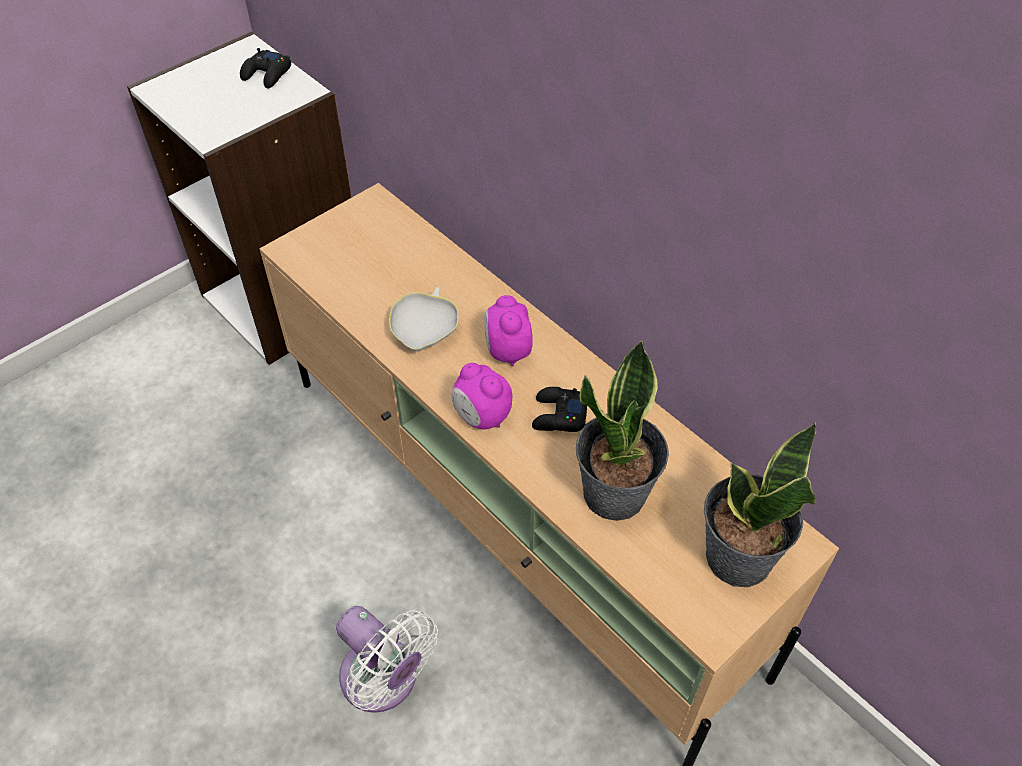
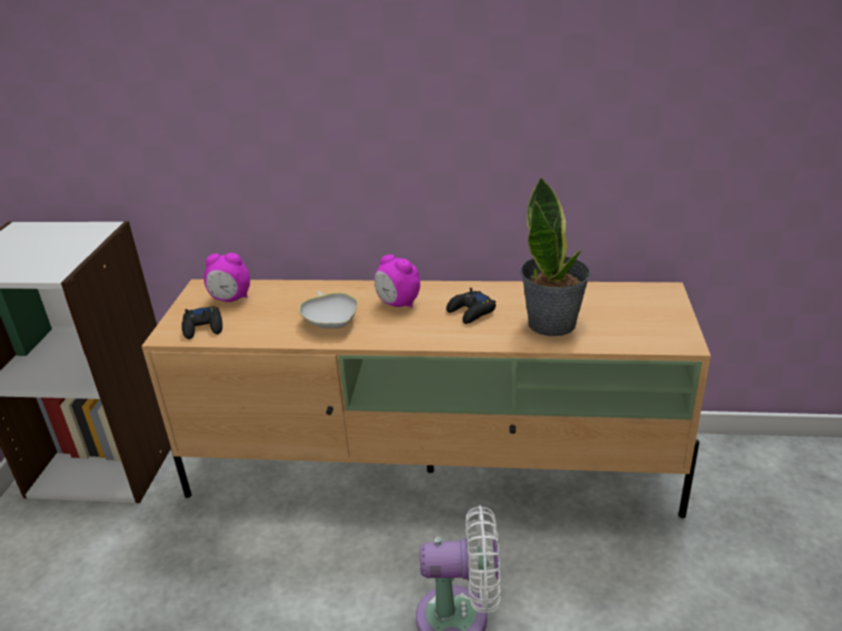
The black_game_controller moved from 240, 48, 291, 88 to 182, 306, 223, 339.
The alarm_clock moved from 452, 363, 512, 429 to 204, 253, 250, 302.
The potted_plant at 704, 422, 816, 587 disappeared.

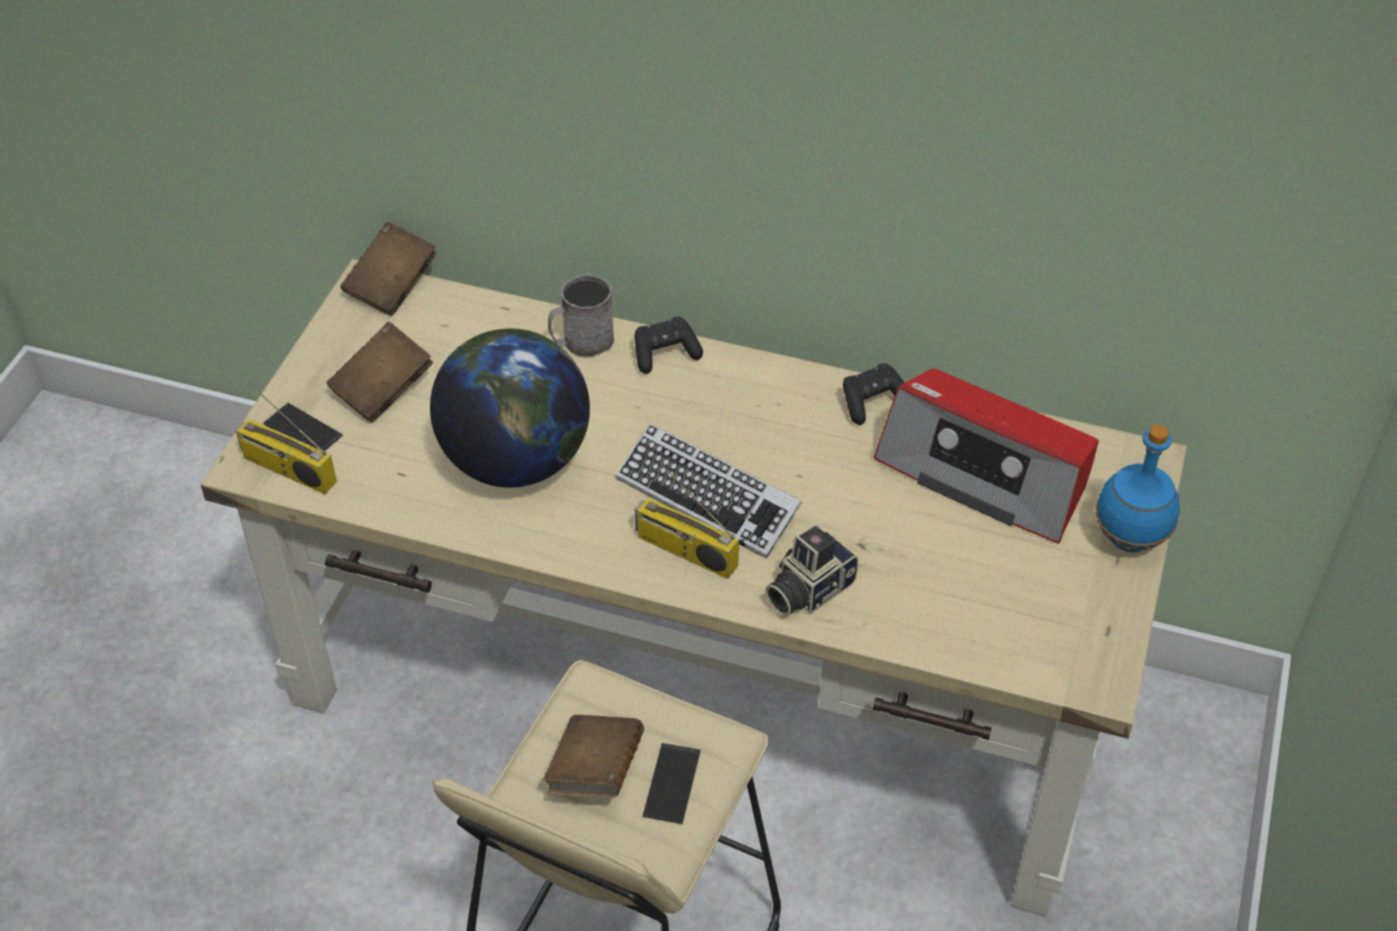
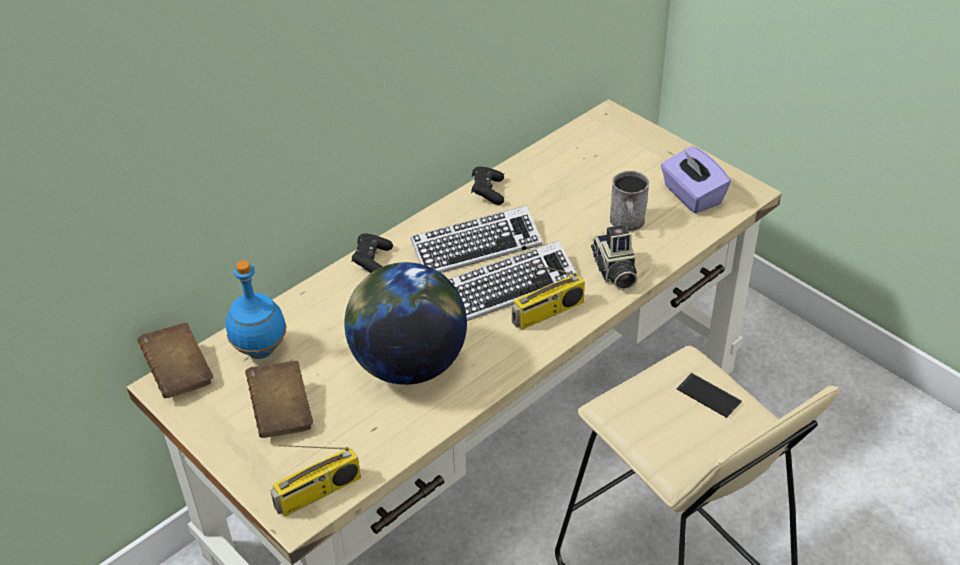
The grey_mug moved from 548, 273, 614, 358 to 610, 171, 649, 232.
The radio at 874, 368, 1099, 543 disappeared.
The phone at 263, 403, 343, 451 disappeared.
The blue_bottle moved from 1095, 425, 1180, 553 to 226, 260, 287, 359.
The brown_book at 543, 715, 644, 797 disappeared.
The purple_tissue_box at 661, 146, 731, 213 appeared.
The keyboard at 411, 206, 542, 273 appeared.

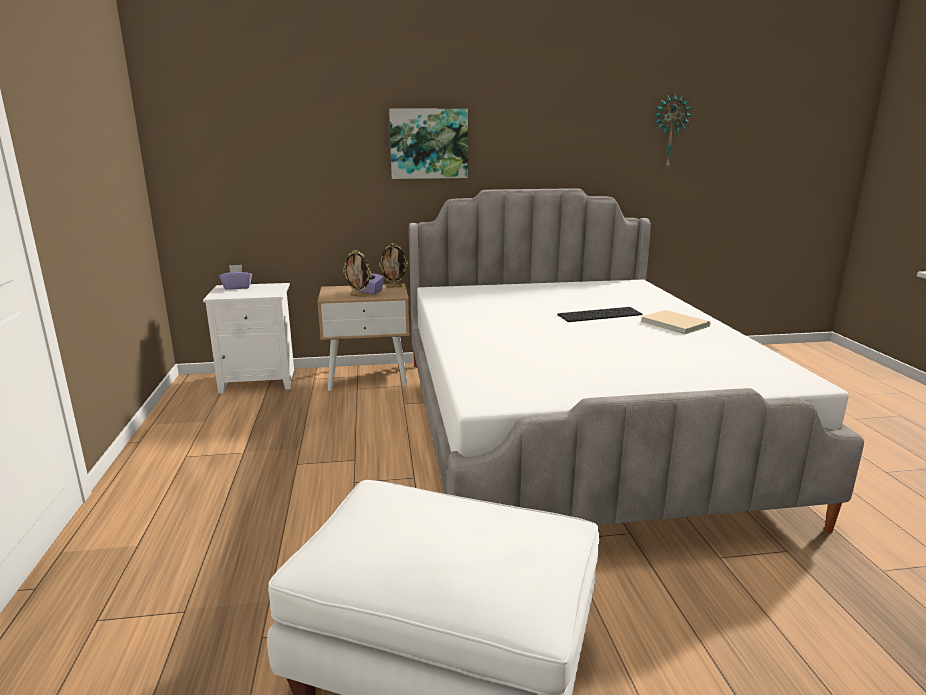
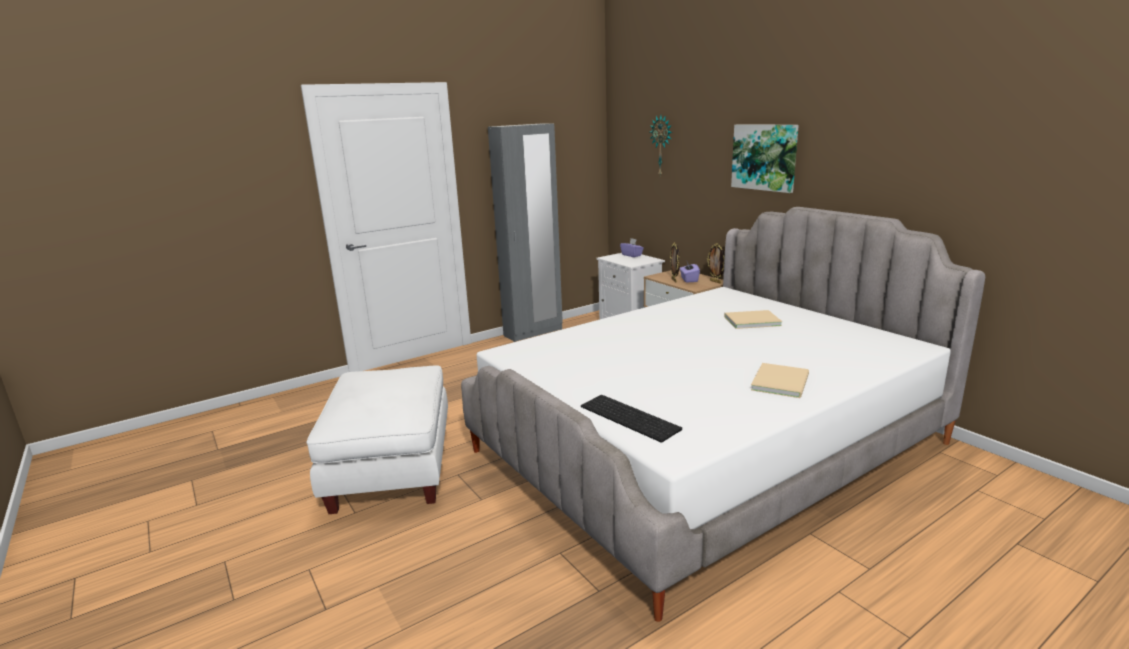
The wall_clock moved from 655, 93, 691, 170 to 650, 115, 672, 175.
The keyboard moved from 557, 307, 643, 322 to 581, 395, 682, 442.
The grey_wardrobe at 488, 124, 563, 342 appeared.
The beige_book at 724, 310, 782, 329 appeared.

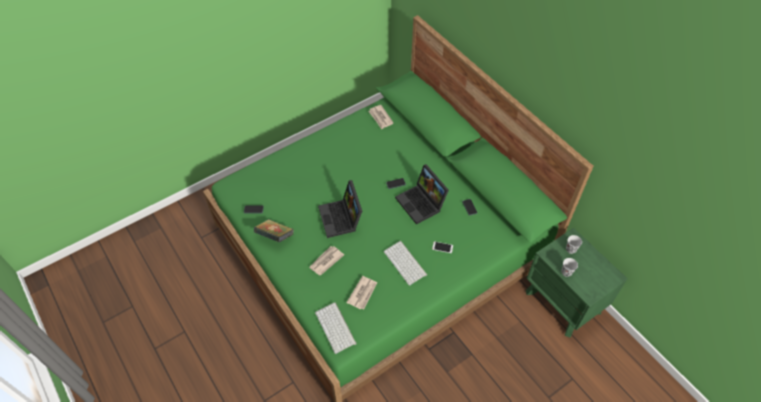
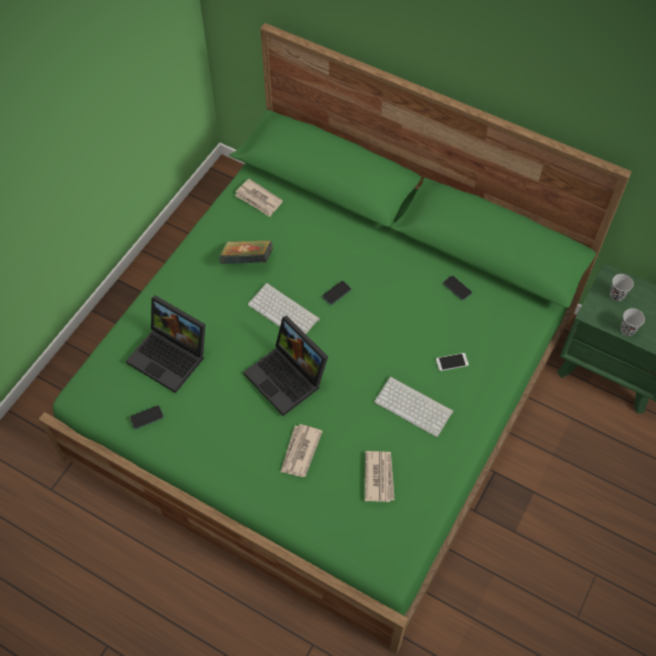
The laptop moved from 395, 164, 449, 225 to 126, 295, 205, 393.
The book moved from 254, 219, 294, 242 to 219, 240, 273, 264.
The keyboard moved from 315, 303, 357, 354 to 248, 283, 320, 334.

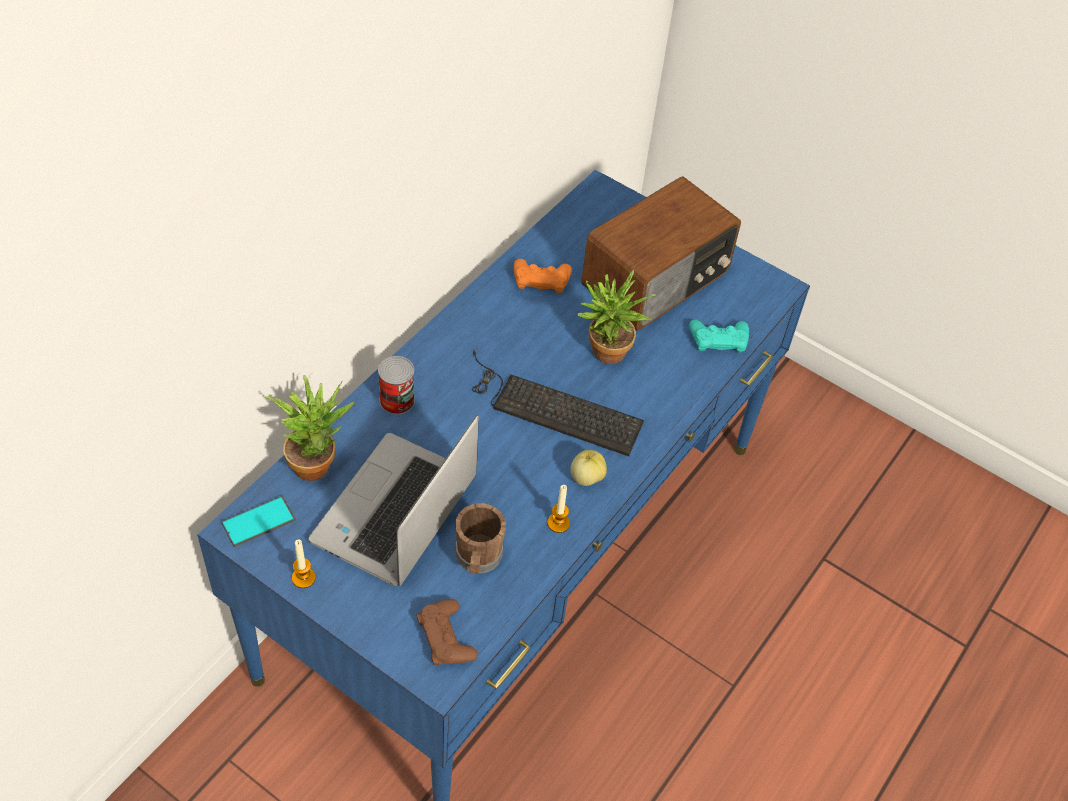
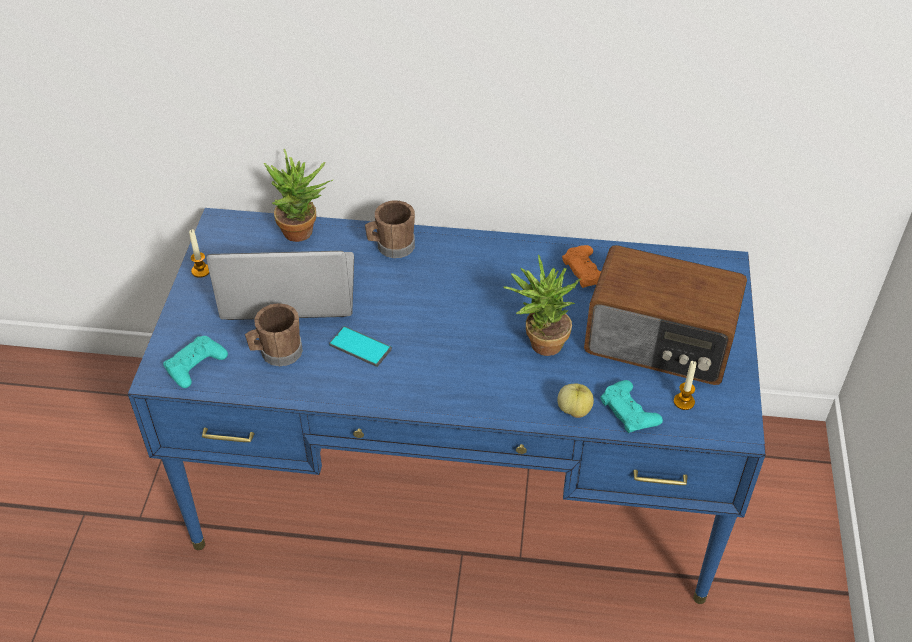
The keyboard at 472, 350, 644, 456 disappeared.
The can at 378, 356, 415, 414 was replaced by the brown_mug at 365, 200, 415, 258.
The apple moved from 570, 450, 607, 486 to 557, 384, 594, 418.
The candle moved from 547, 485, 570, 533 to 674, 361, 697, 410.
The phone moved from 222, 496, 296, 547 to 329, 326, 392, 367.
The brown_game_controller at 416, 599, 478, 665 became the turquoise_game_controller at 163, 336, 228, 388.

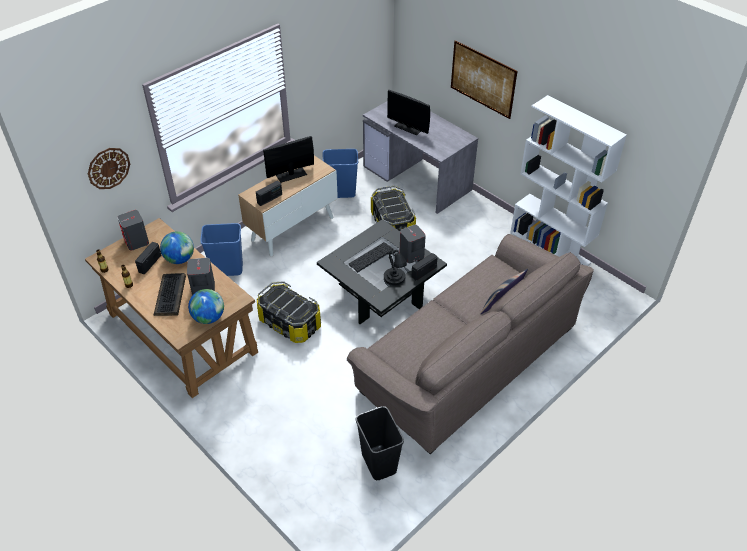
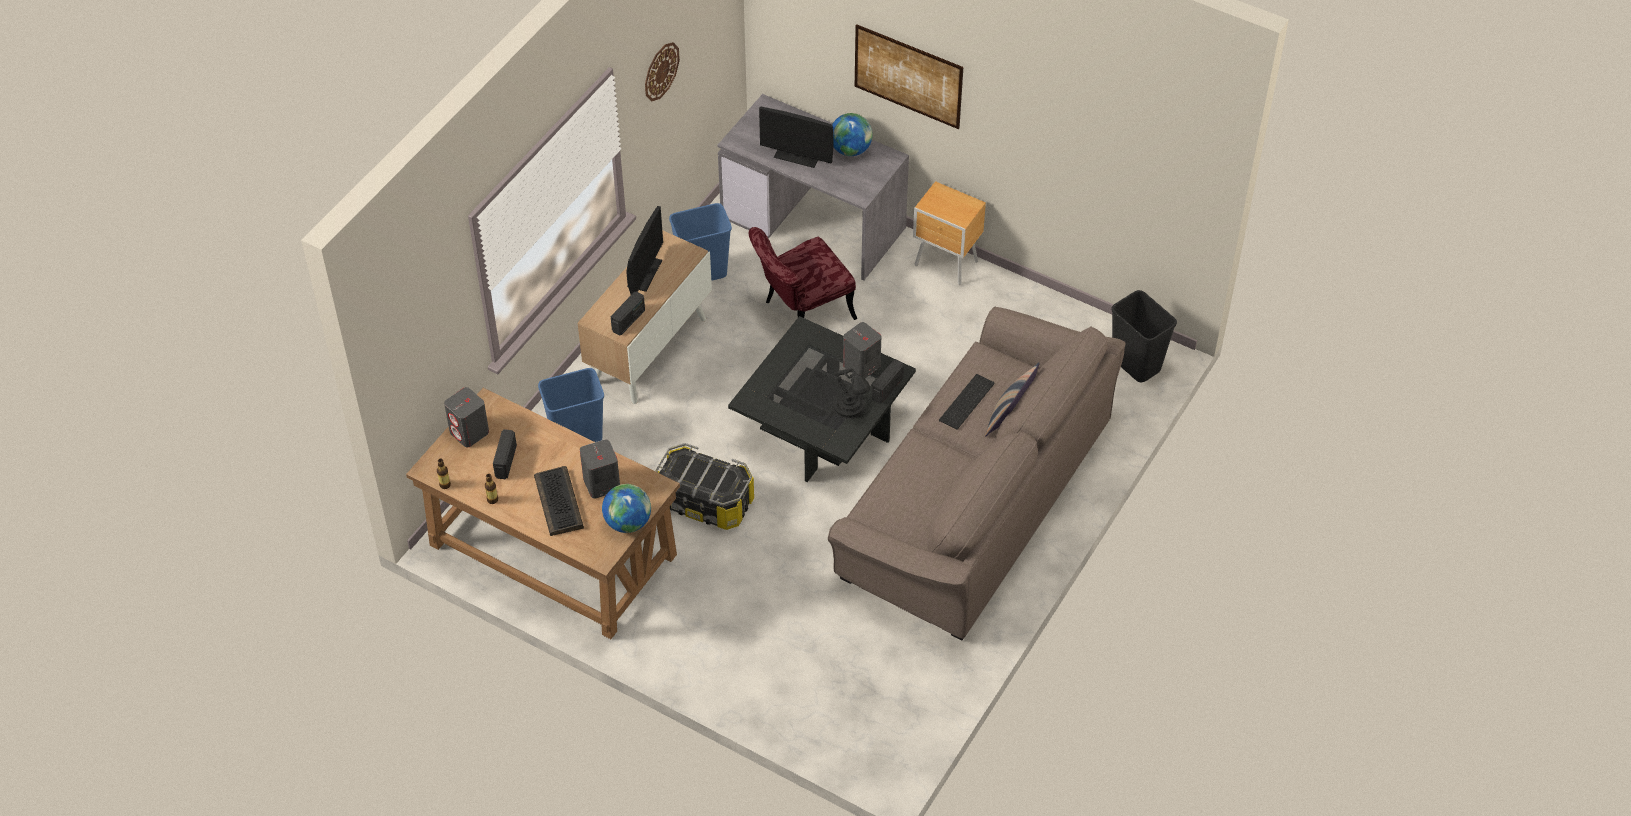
The white_bookcase at 510, 95, 627, 266 disappeared.
The monitor at 263, 136, 314, 183 turned 150 degrees clockwise.
The wall_clock moved from 88, 148, 130, 189 to 645, 42, 680, 101.
The storage_box at 371, 186, 416, 231 was replaced by the red_chair at 749, 227, 857, 320.
The globe moved from 160, 231, 194, 264 to 832, 113, 873, 156.
The keyboard moved from 348, 242, 393, 272 to 939, 374, 995, 430.
The black_trash_can moved from 356, 406, 404, 480 to 1111, 290, 1177, 382.
The brown_nightstand at 913, 181, 986, 285 appeared.

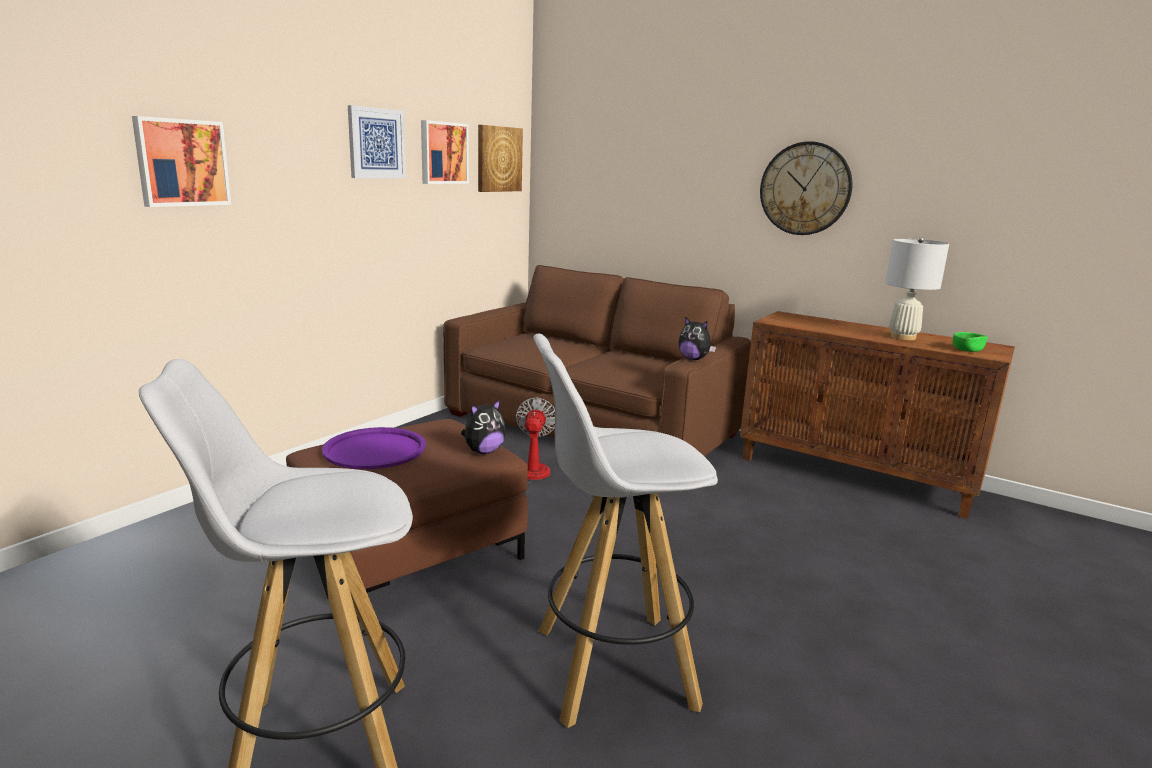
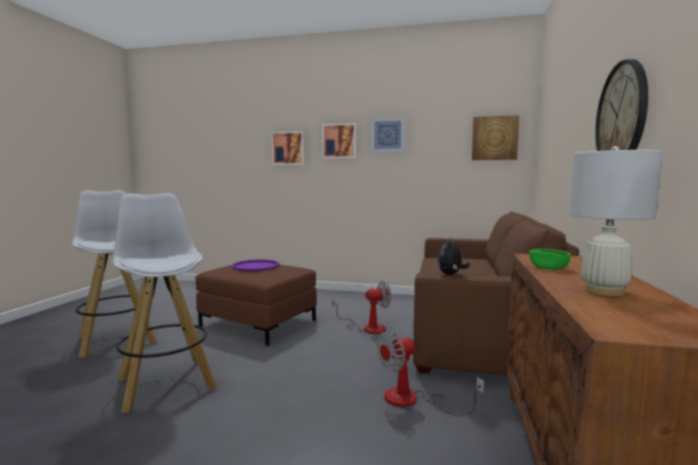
The picture moved from 421, 120, 469, 184 to 322, 123, 356, 159.
The green_bowl moved from 953, 332, 988, 352 to 529, 249, 571, 270.
The plush_toy at 461, 399, 506, 454 disappeared.
The fan at 377, 330, 484, 416 appeared.

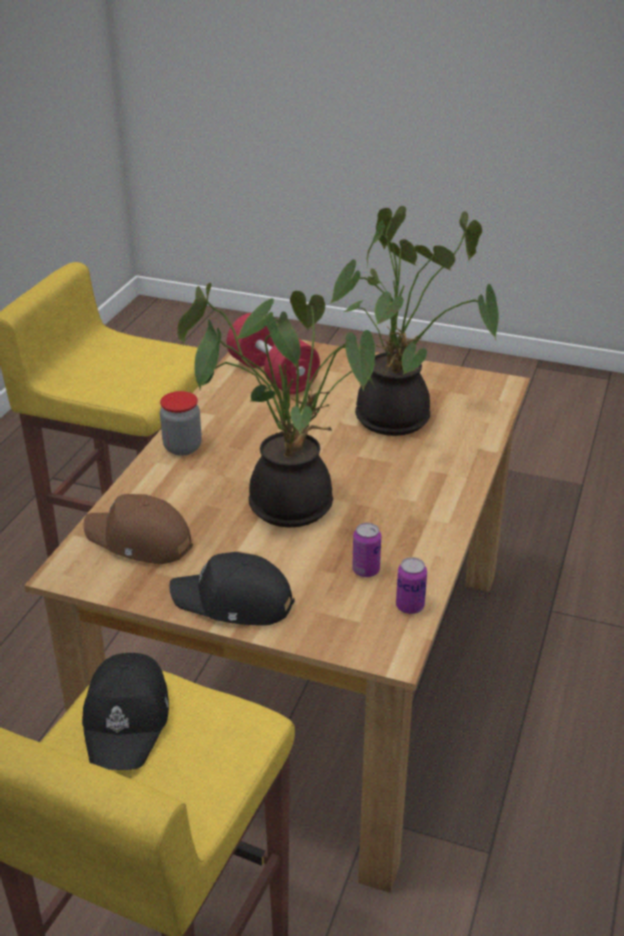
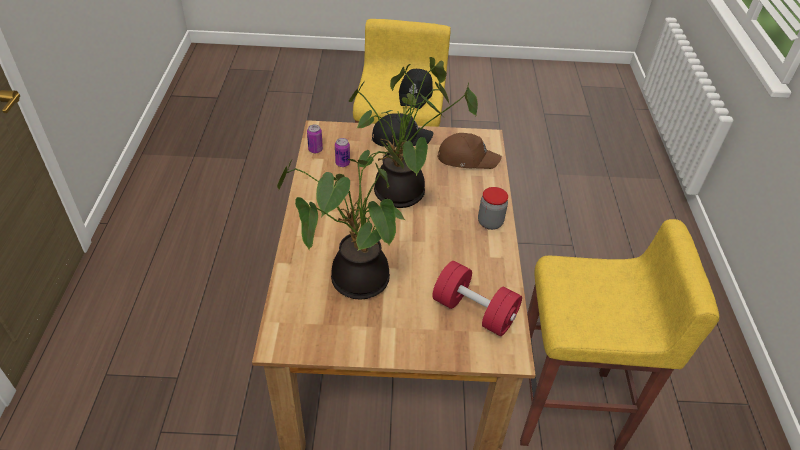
The black_cap at 82, 653, 169, 770 turned 150 degrees counterclockwise.

